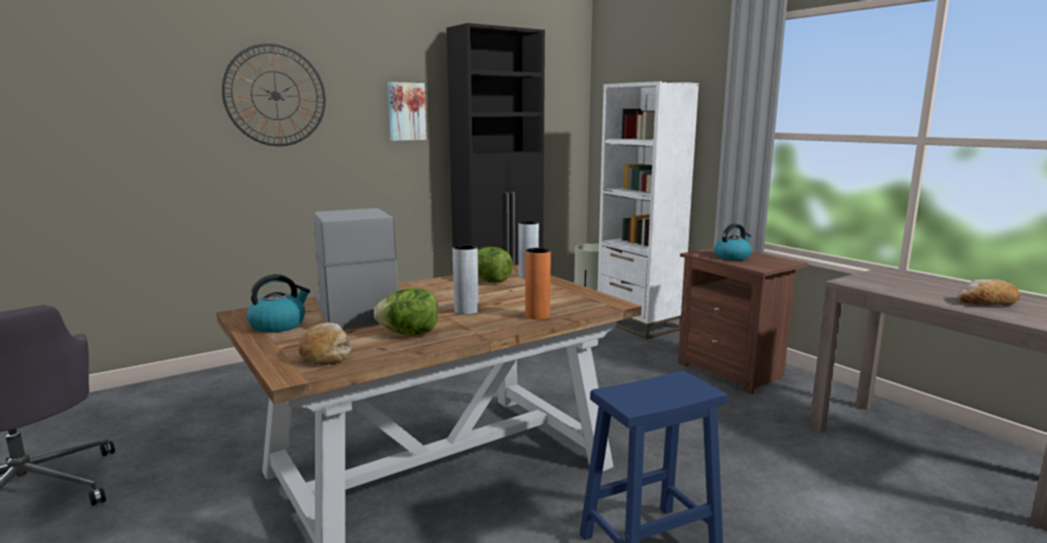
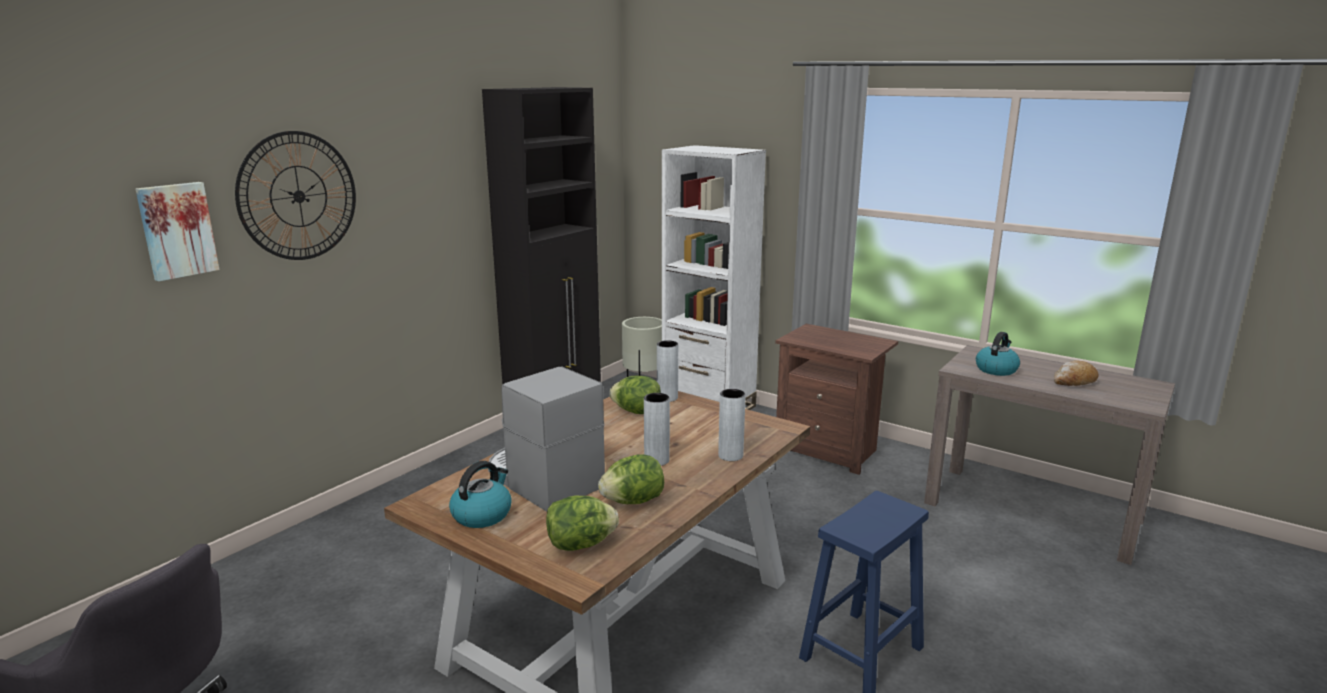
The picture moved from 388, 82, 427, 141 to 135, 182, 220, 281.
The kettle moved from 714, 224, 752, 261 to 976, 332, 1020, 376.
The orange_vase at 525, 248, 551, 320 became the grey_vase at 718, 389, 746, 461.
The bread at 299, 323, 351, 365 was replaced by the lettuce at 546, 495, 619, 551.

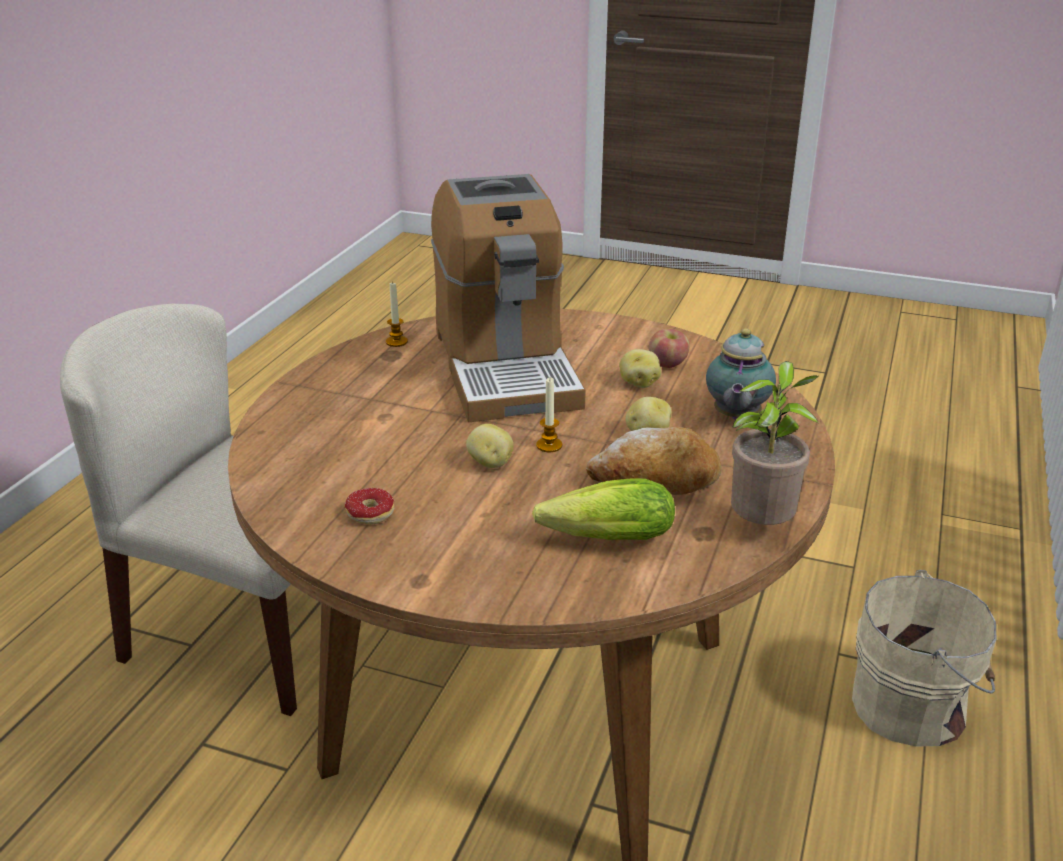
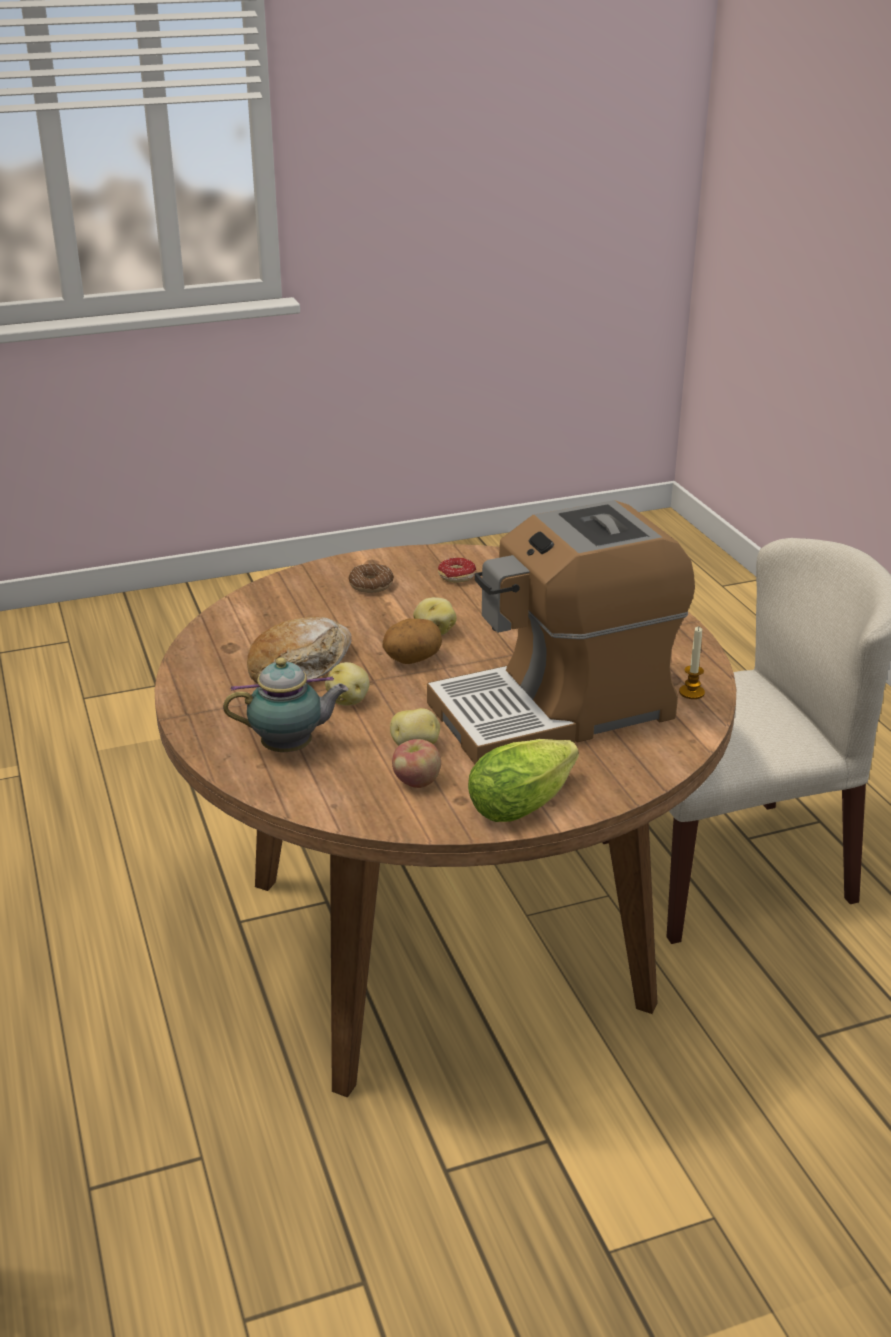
The coffee_machine at 431, 174, 586, 422 turned 60 degrees counterclockwise.
The teapot at 706, 328, 776, 420 turned 105 degrees clockwise.
The potted_plant at 731, 361, 818, 525 disappeared.
The candle at 536, 377, 562, 452 was replaced by the potato at 382, 618, 442, 664.
The lettuce moved from 532, 478, 675, 540 to 468, 739, 579, 822.
The beige_bucket at 852, 570, 996, 747 disappeared.
The donut at 348, 564, 394, 593 appeared.

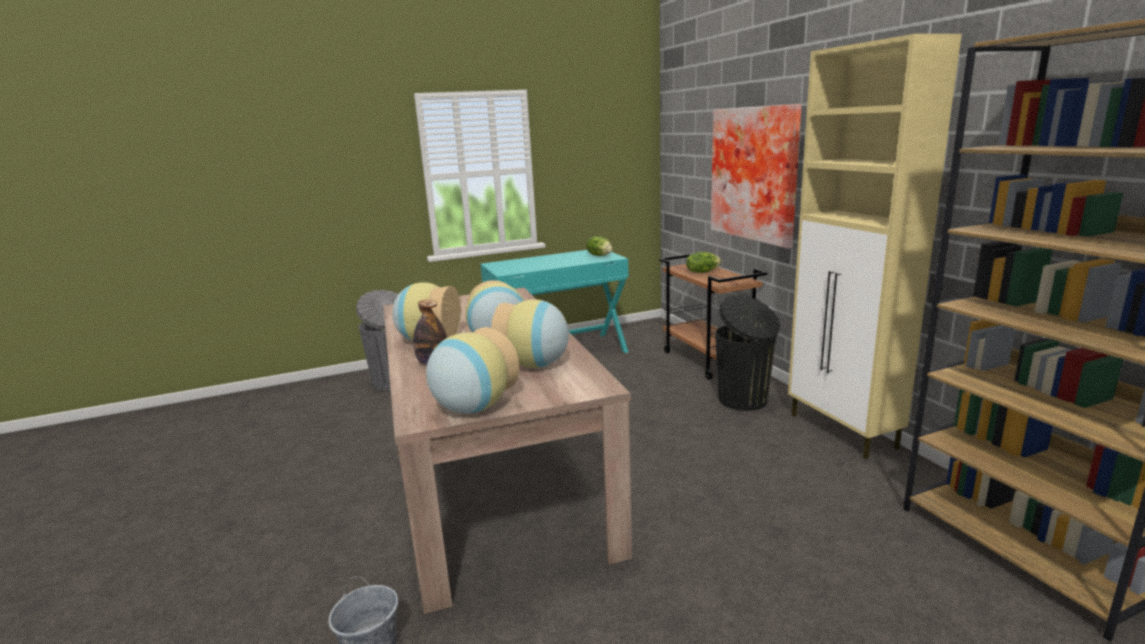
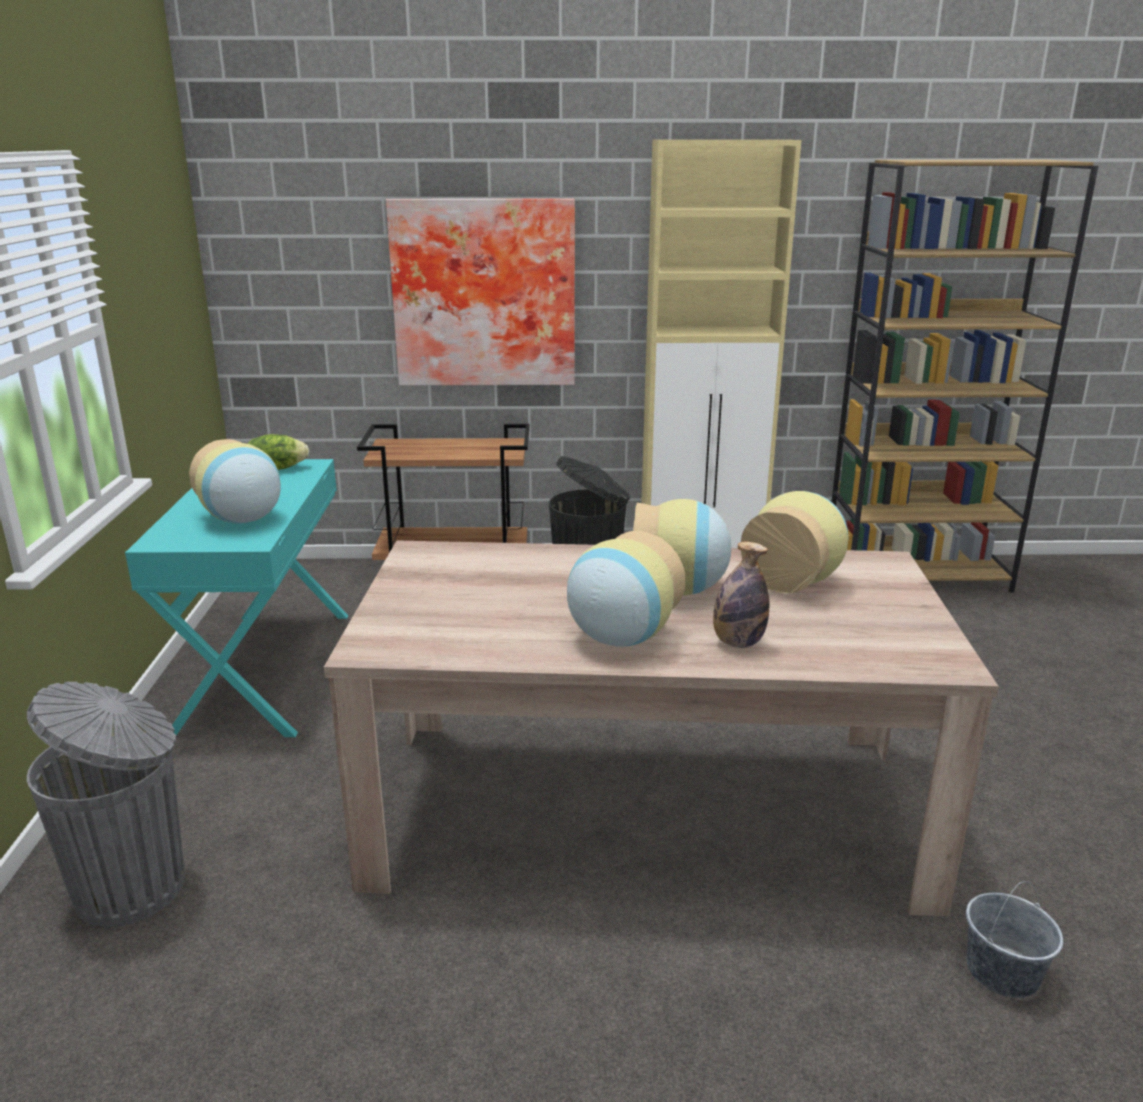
The lettuce at 686, 252, 721, 273 disappeared.
The vase moved from 426, 327, 520, 414 to 189, 439, 281, 523.

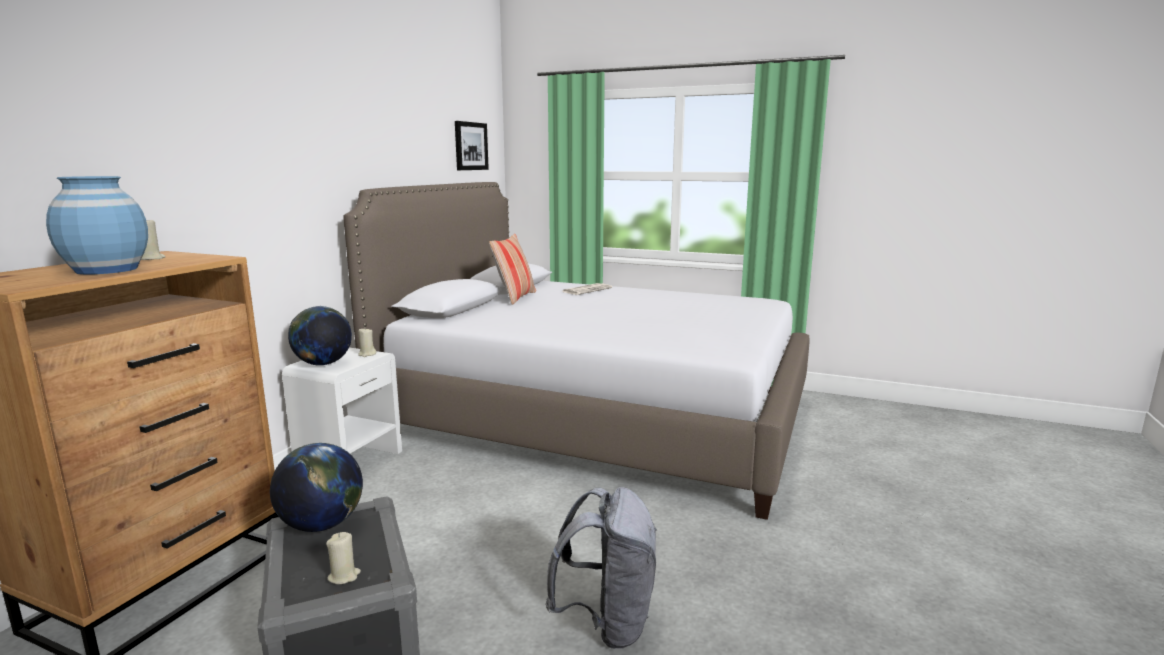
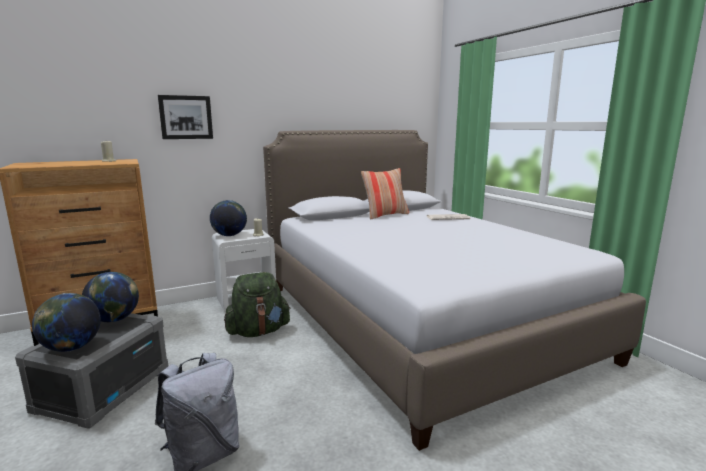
The picture moved from 455, 121, 489, 170 to 158, 95, 213, 139.
The blue_vase at 46, 176, 148, 274 disappeared.
The beige_candle at 326, 532, 361, 584 was replaced by the globe at 32, 293, 101, 352.
The green_backpack at 224, 272, 291, 337 appeared.

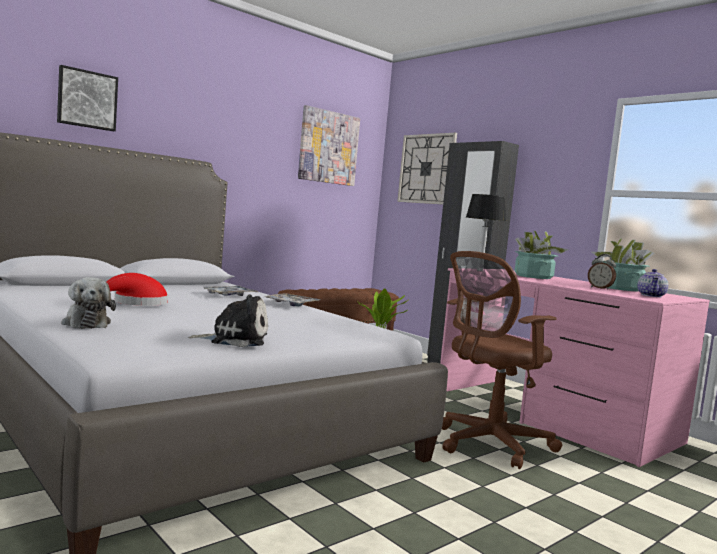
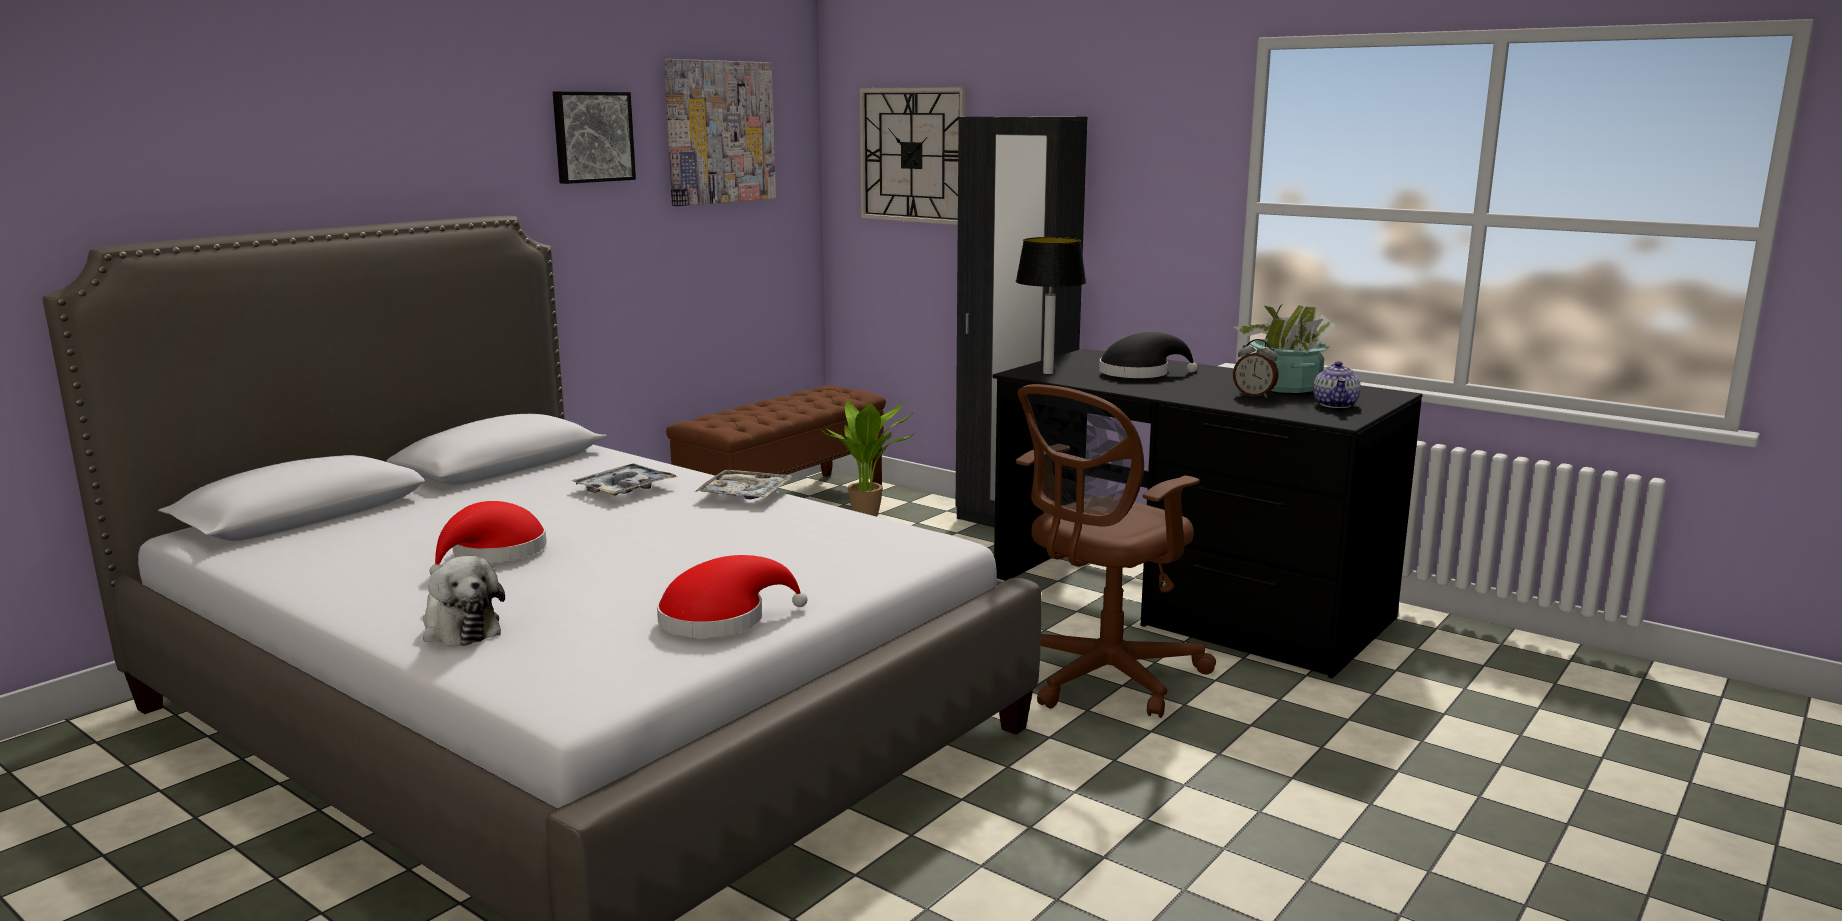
The picture moved from 57, 65, 118, 131 to 553, 91, 636, 184.
The potted_plant at 515, 231, 569, 279 was replaced by the black_hat at 1099, 332, 1198, 378.
The pink_desk at 440, 268, 710, 467 became the black_desk at 993, 348, 1423, 678.
The plush_toy at 188, 294, 268, 347 was replaced by the red_hat at 657, 555, 807, 638.

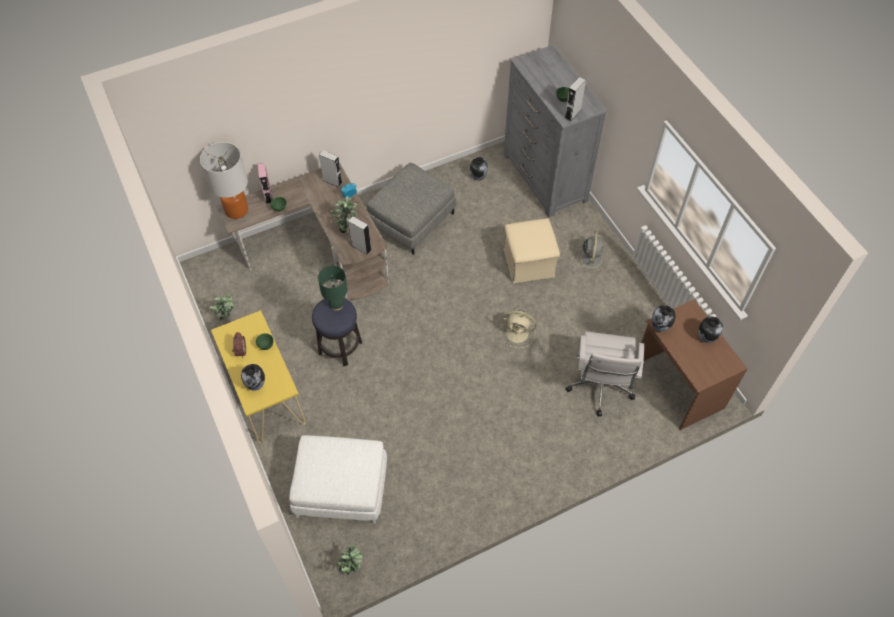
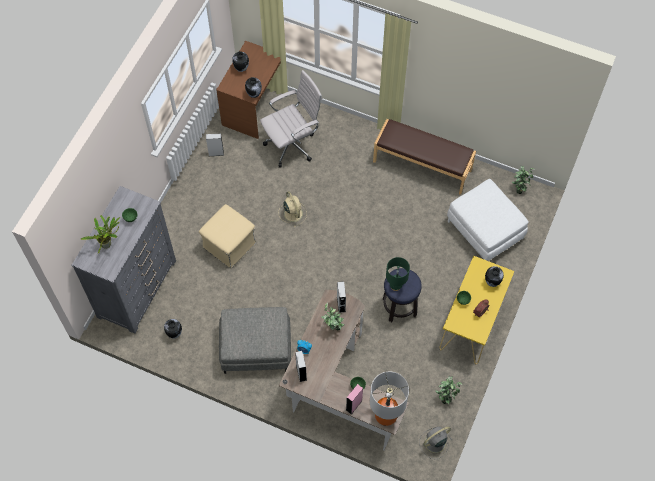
The grey_speaker moved from 565, 77, 586, 121 to 206, 134, 224, 156.
The grey_fan moved from 575, 230, 607, 272 to 419, 426, 452, 459.
The brown_bench at 373, 119, 476, 195 appeared.
The potted_plant at 81, 215, 120, 253 appeared.

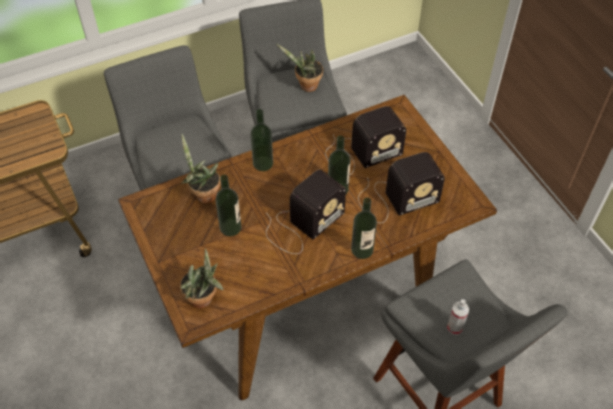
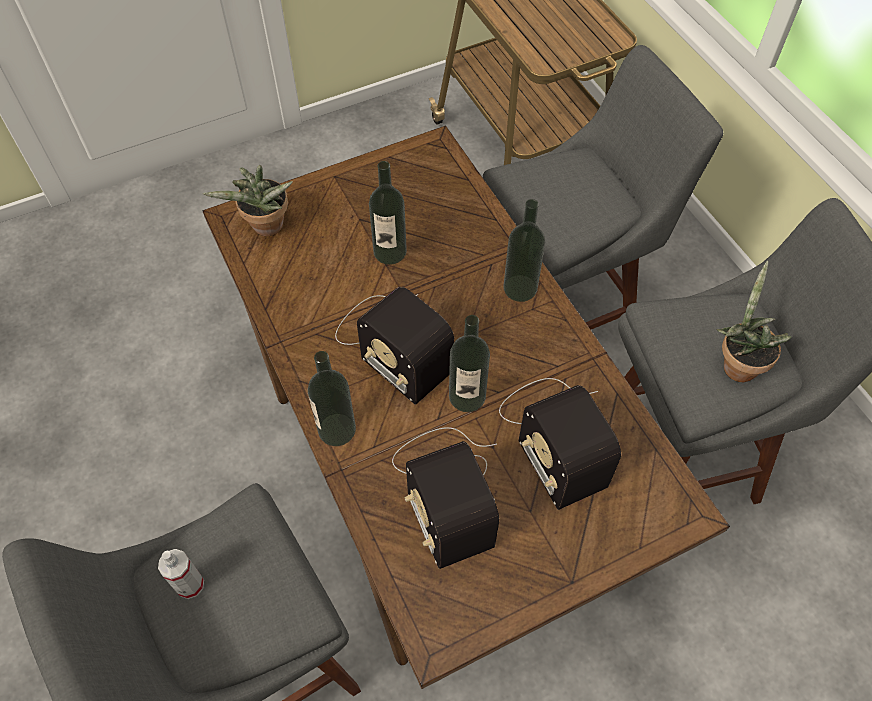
The potted_plant at 181, 134, 221, 204 disappeared.

